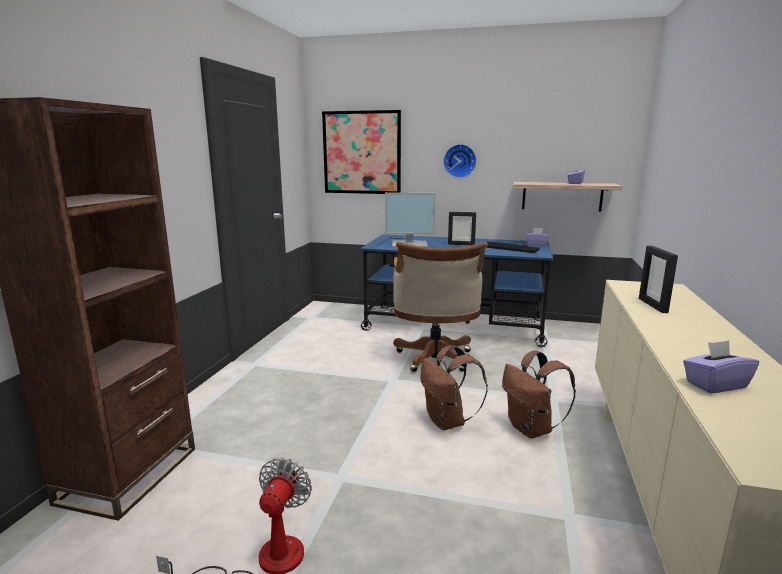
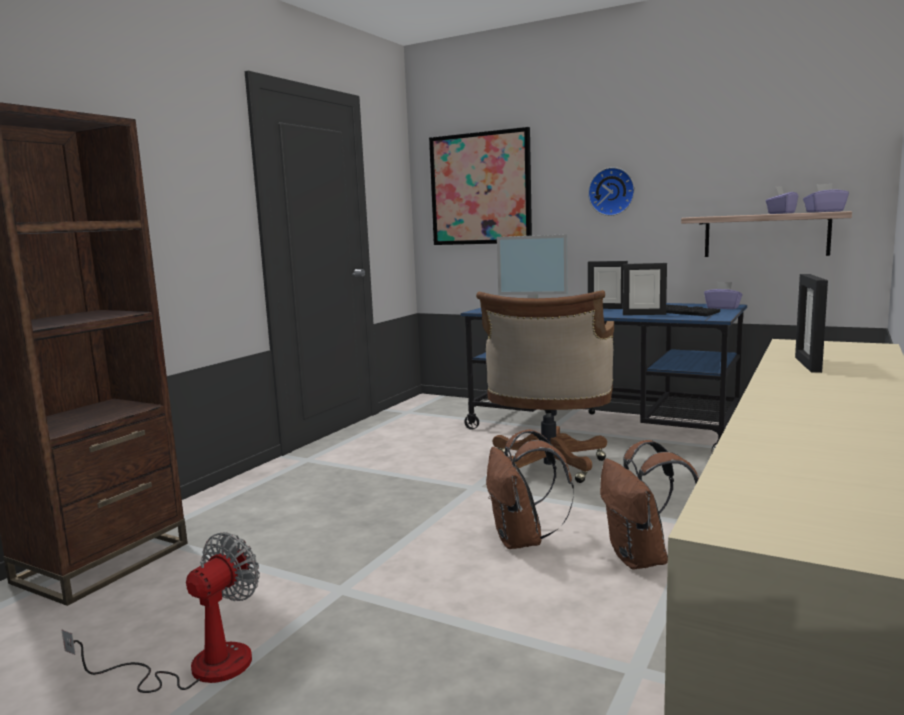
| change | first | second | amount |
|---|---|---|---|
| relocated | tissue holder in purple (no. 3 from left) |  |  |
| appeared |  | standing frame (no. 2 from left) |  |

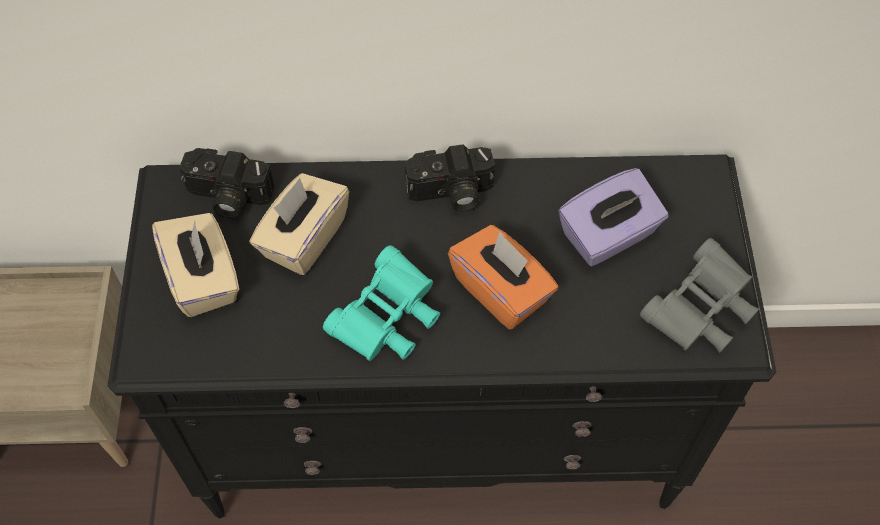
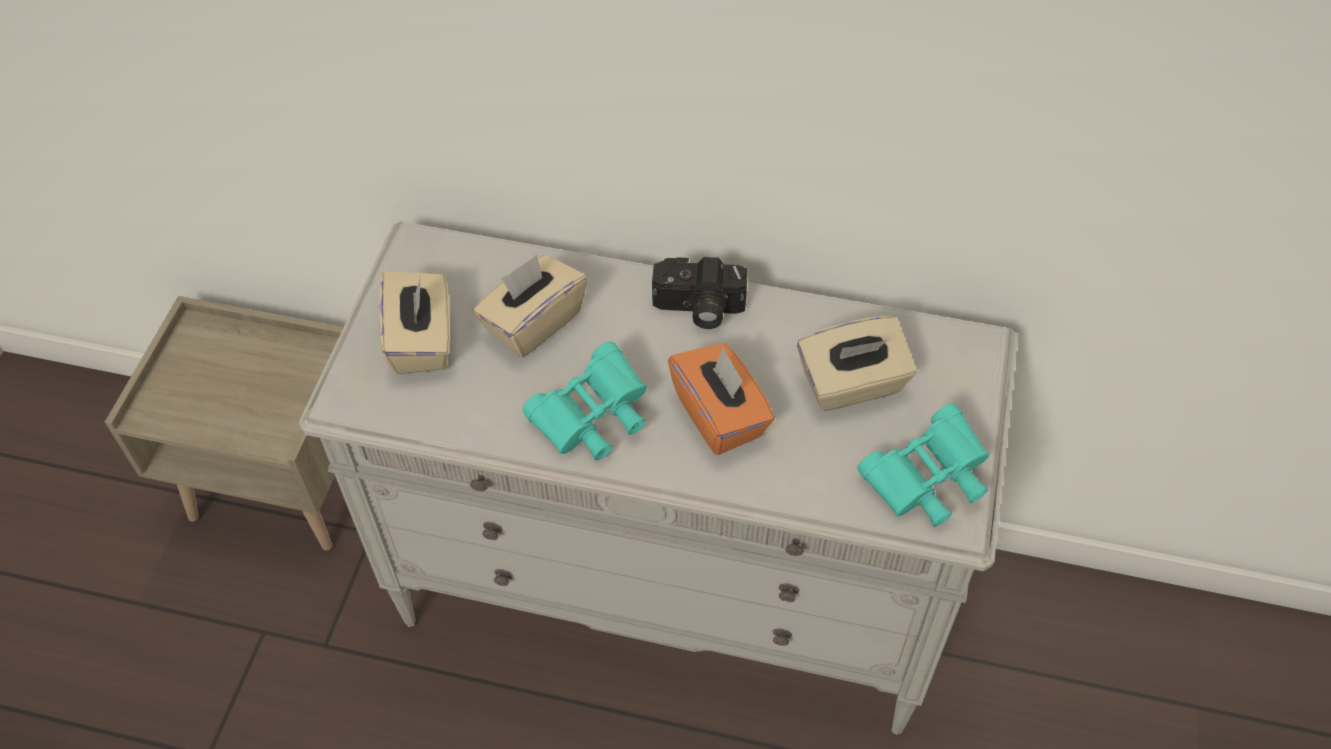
| change | first | second | amount |
|---|---|---|---|
| missing | photo camera (no. 1 from left) |  |  |
| colour | drawer chest in blackish | drawer chest in white-coloured |  |
| colour | tissue holder in purple | tissue holder in beige-coloured (no. 3 from left) |  |
| colour | field glasses in greyish | field glasses in turquoise-coloured (no. 2 from left) |  |

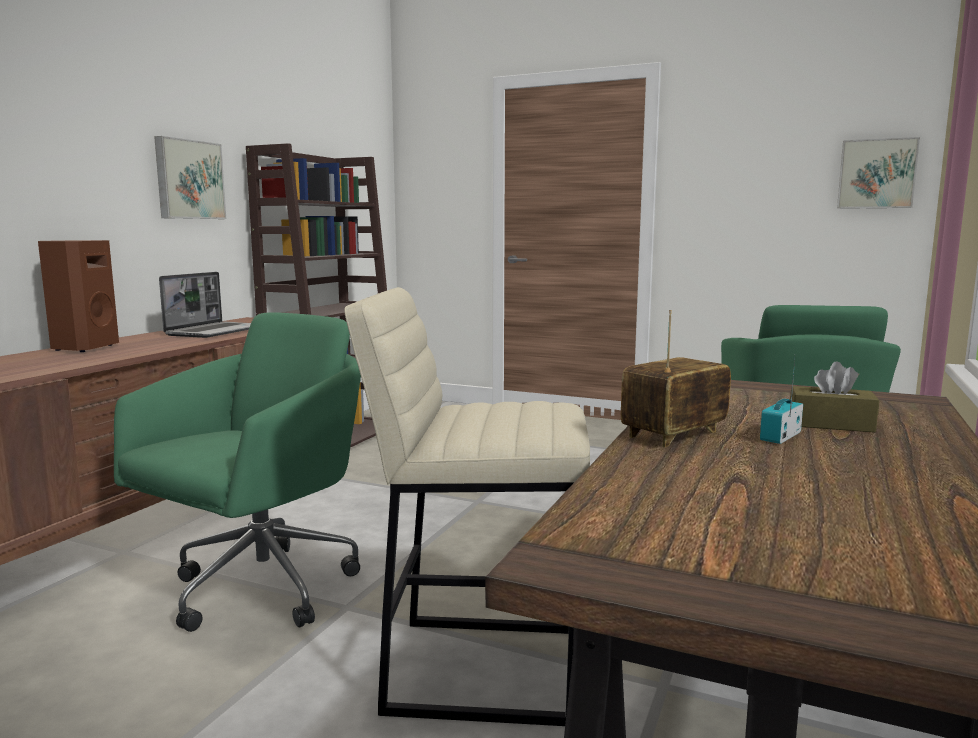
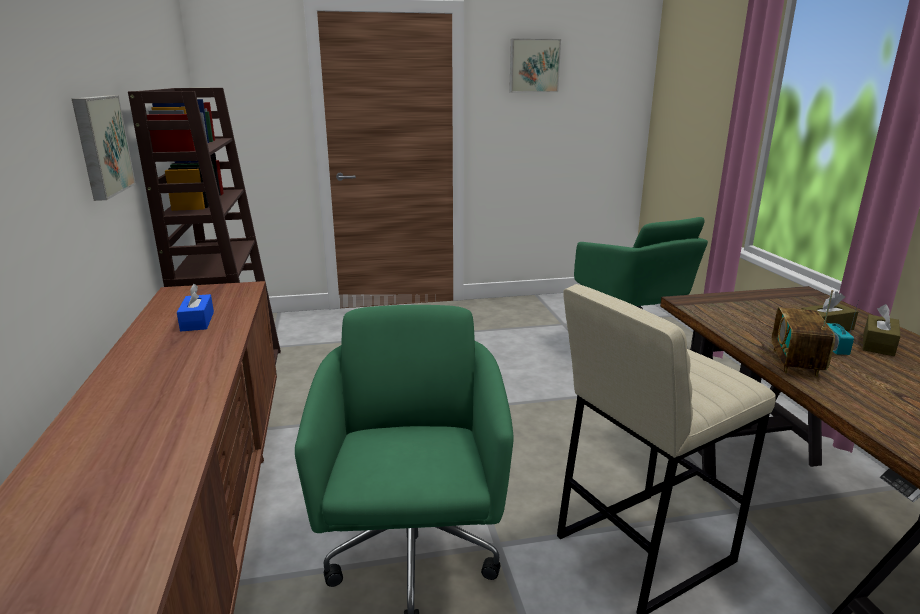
| change | first | second | amount |
|---|---|---|---|
| relocated | picture (no. 2 from left) |  |  |
| missing | speaker in brown |  |  |
| exchanged | laptop | tissue holder in blue-coloured |  |
| appeared |  | tissue holder in brown (no. 2 from left) |  |

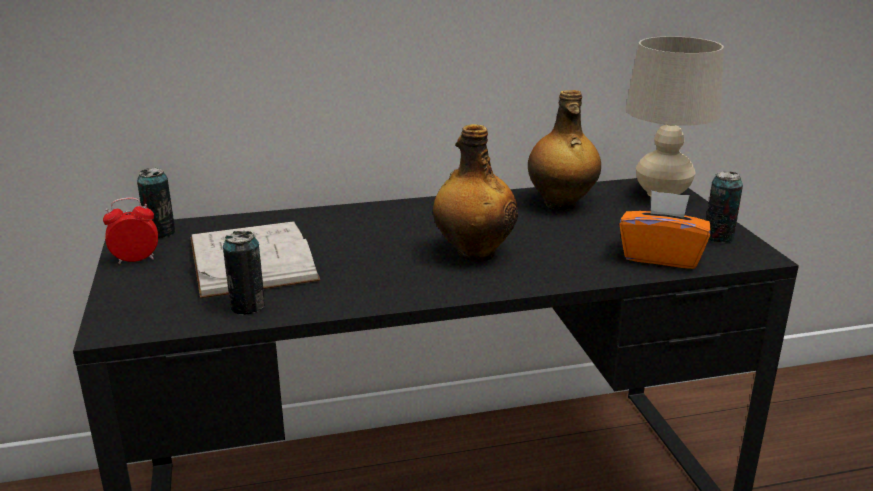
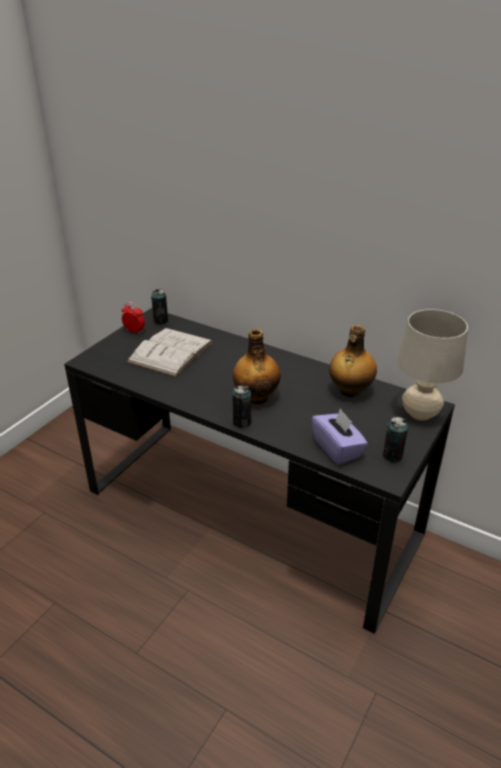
| change | first | second | amount |
|---|---|---|---|
| colour | tissue holder in orangey | tissue holder in purple |  |
| relocated | can (no. 2 from left) |  |  |

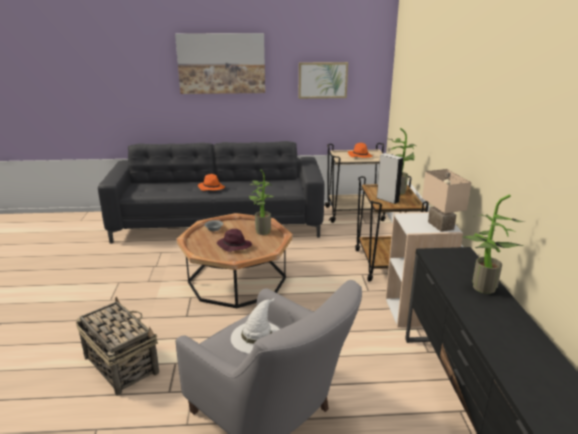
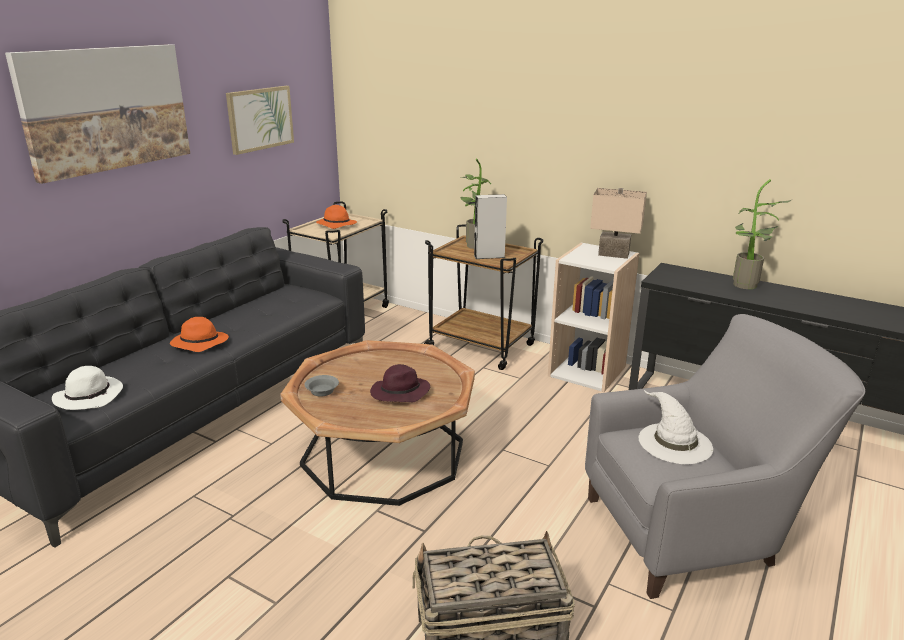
| change | first | second | amount |
|---|---|---|---|
| missing | houseplant (no. 1 from left) |  |  |
| appeared |  | clothing hat in white-coloured (no. 1 from left) |  |

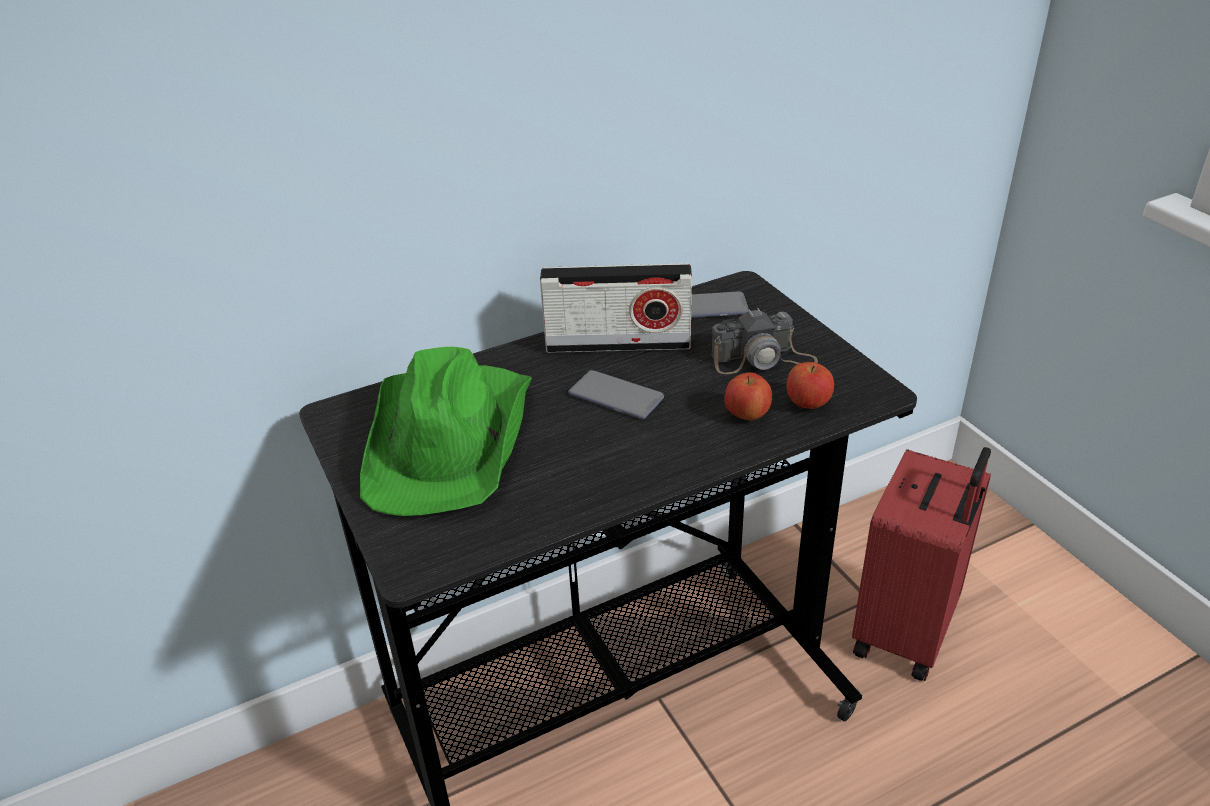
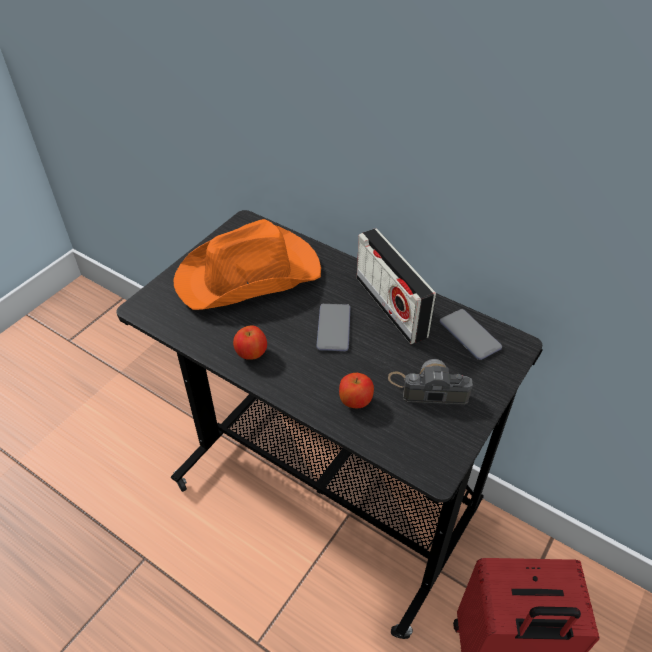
| change | first | second | amount |
|---|---|---|---|
| spun | photo camera |  | 135 degrees clockwise |
| colour | clothing hat in green | clothing hat in orangey |  |
| relocated | whole apple (no. 2 from left in the first image) | whole apple (no. 1 from left) |  |

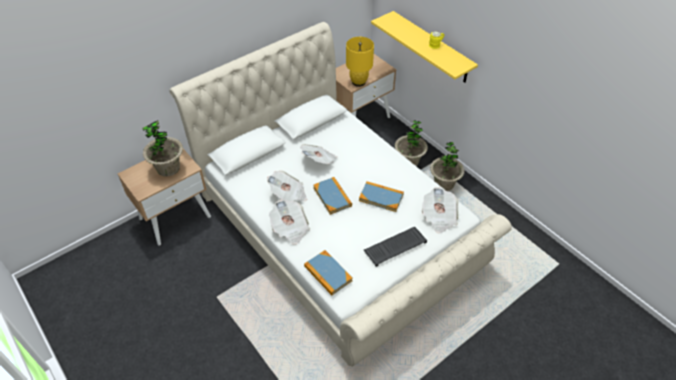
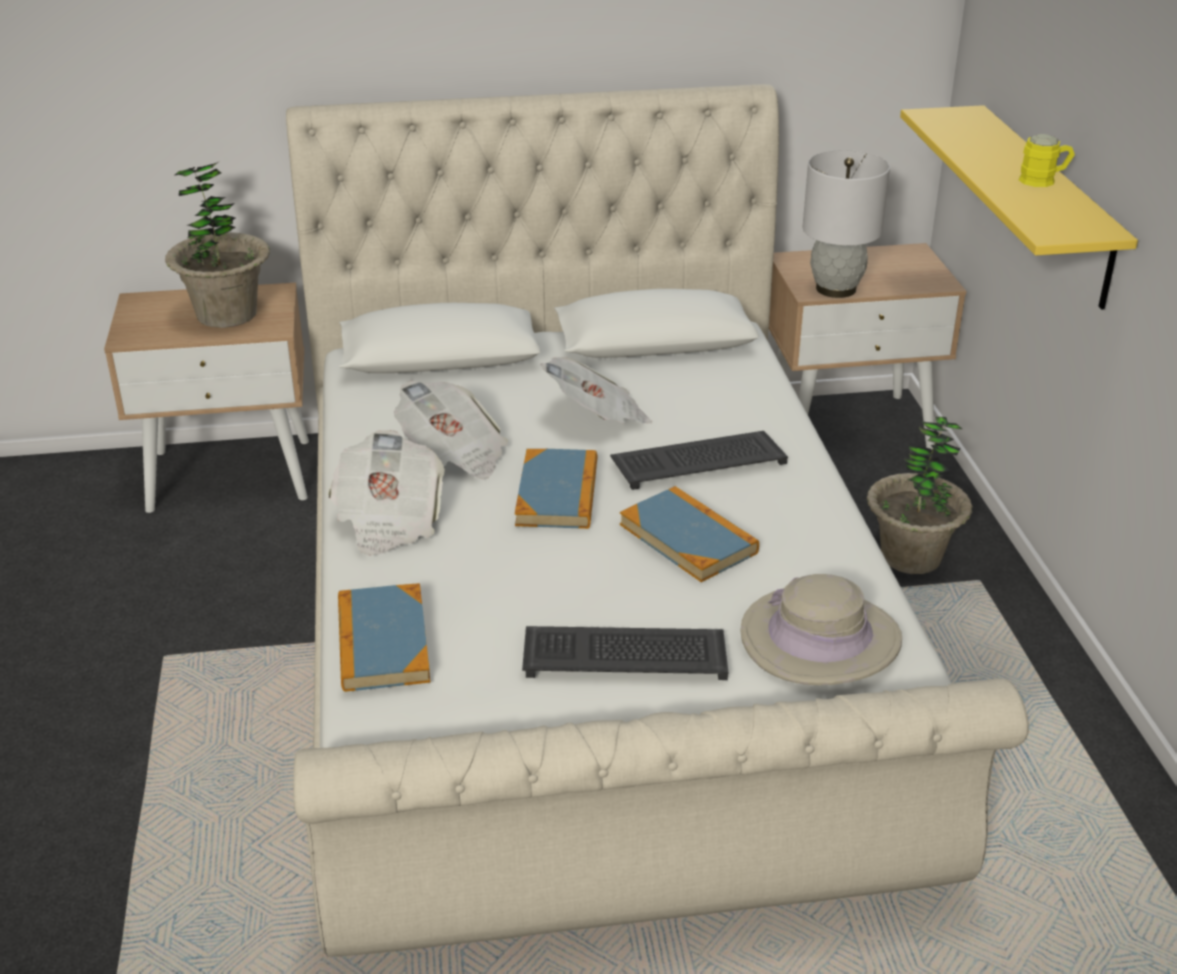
| change | first | second | amount |
|---|---|---|---|
| colour | tabletop lamp in yellowish | tabletop lamp in white-coloured |  |
| missing | houseplant (no. 3 from left) |  |  |
| exchanged | printed paper (no. 4 from left) | clothing hat in beige-coloured |  |
| appeared |  | computer keyboard (no. 2 from left) |  |

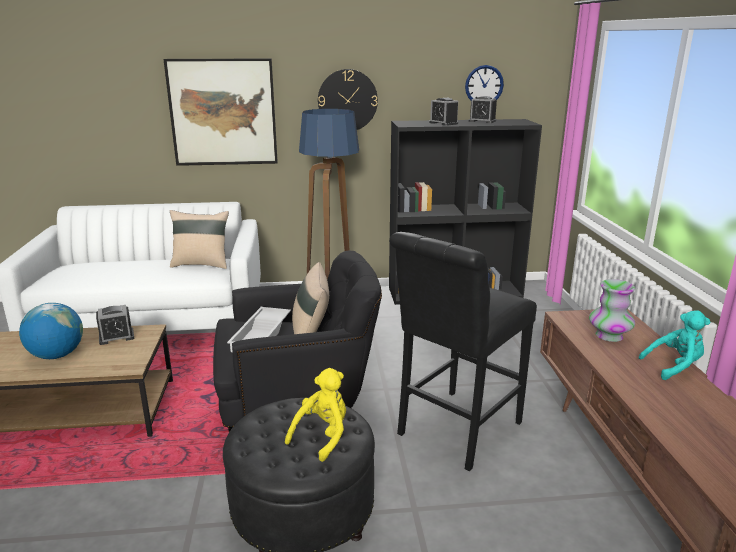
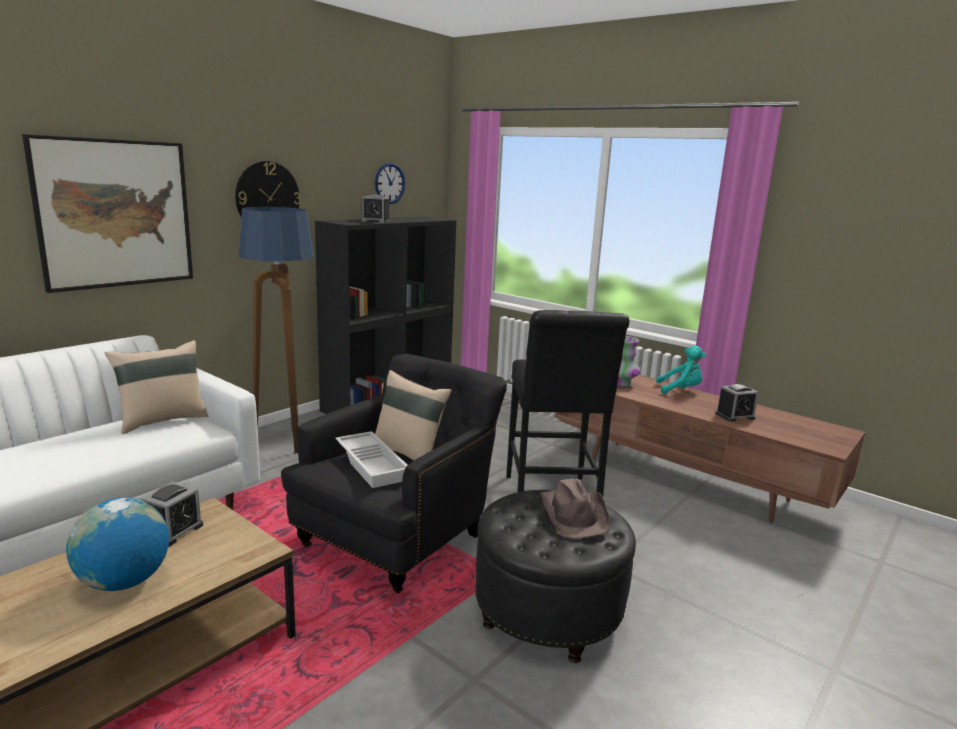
| change | first | second | amount |
|---|---|---|---|
| relocated | table clock (no. 3 from left) |  |  |
| spun | soft toy in turquoise-coloured |  | 60 degrees clockwise |
| exchanged | soft toy in yellowish | clothing hat in brown |  |

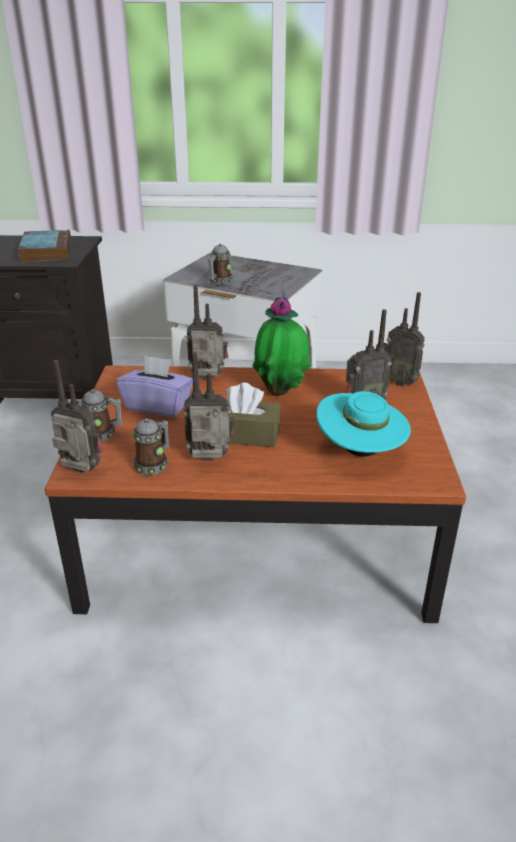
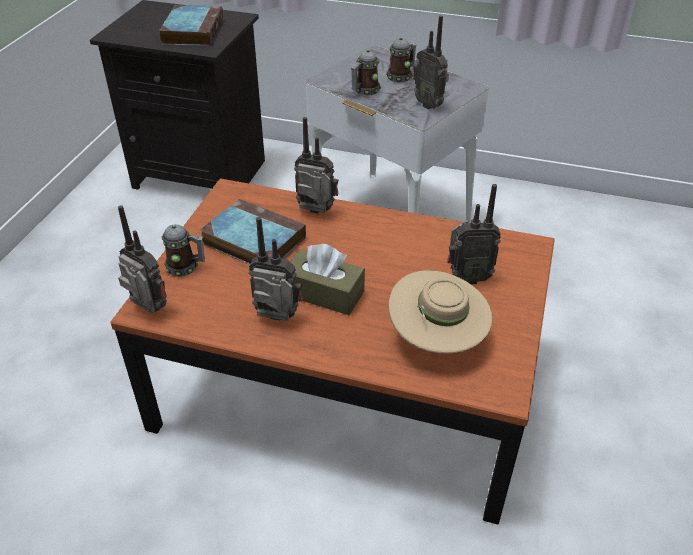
| change | first | second | amount |
|---|---|---|---|
| relocated | radio set (no. 5 from left in the first image) | radio set (no. 4 from left) |  |
| missing | houseplant |  |  |
| exchanged | tissue holder in purple | book (no. 2 from left) |  |
| colour | clothing hat in turquoise-coloured | clothing hat in beige-coloured |  |
| relocated | tea mug (no. 2 from left in the first image) | tea mug (no. 3 from left) |  |

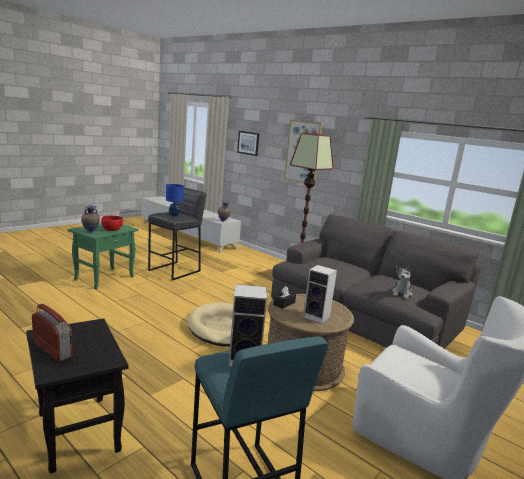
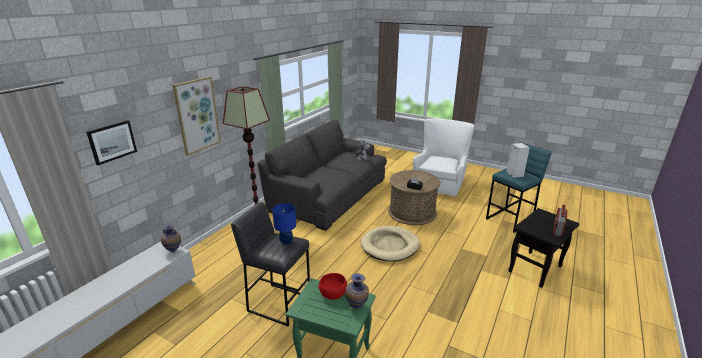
| change | first | second | amount |
|---|---|---|---|
| missing | speaker (no. 2 from left) |  |  |

